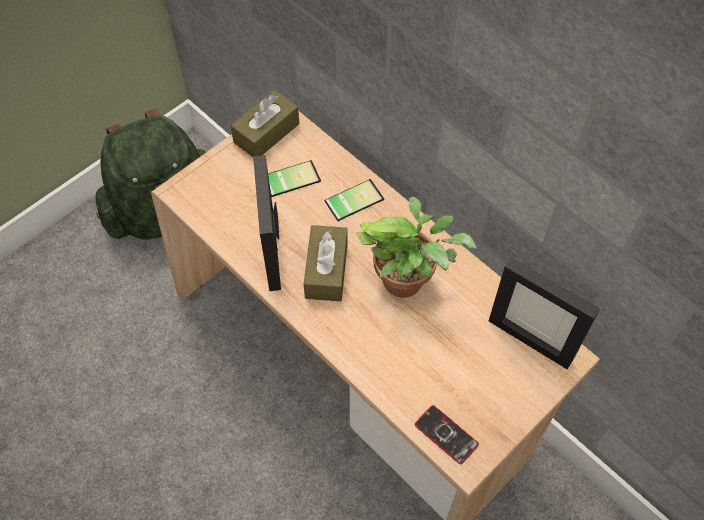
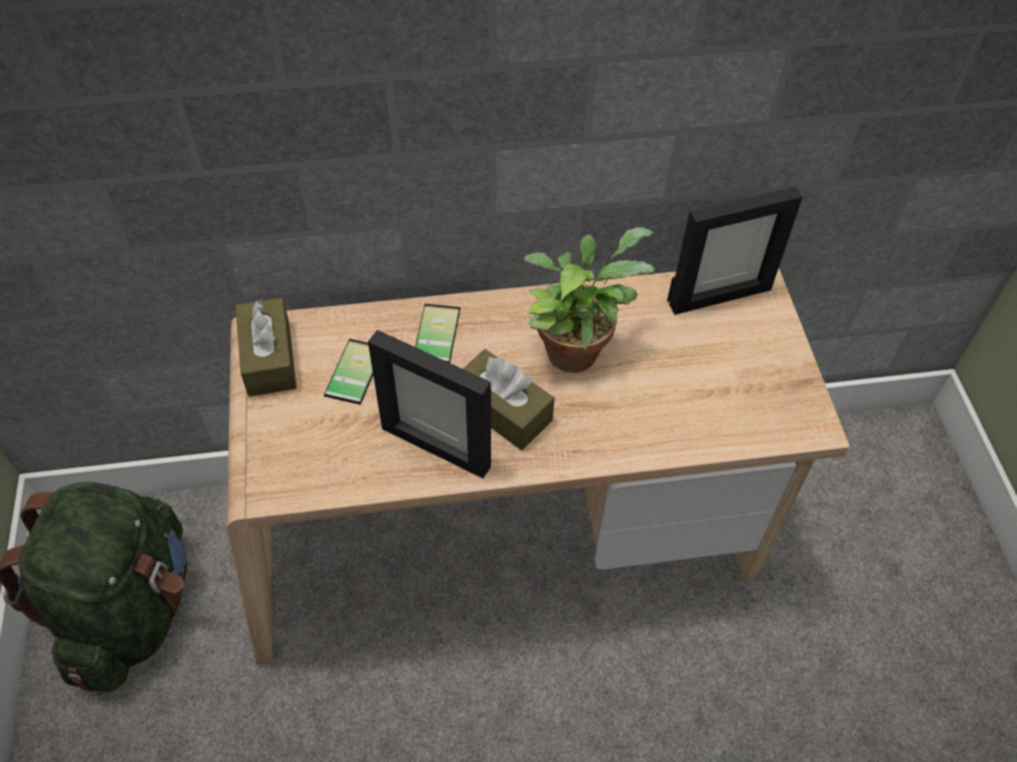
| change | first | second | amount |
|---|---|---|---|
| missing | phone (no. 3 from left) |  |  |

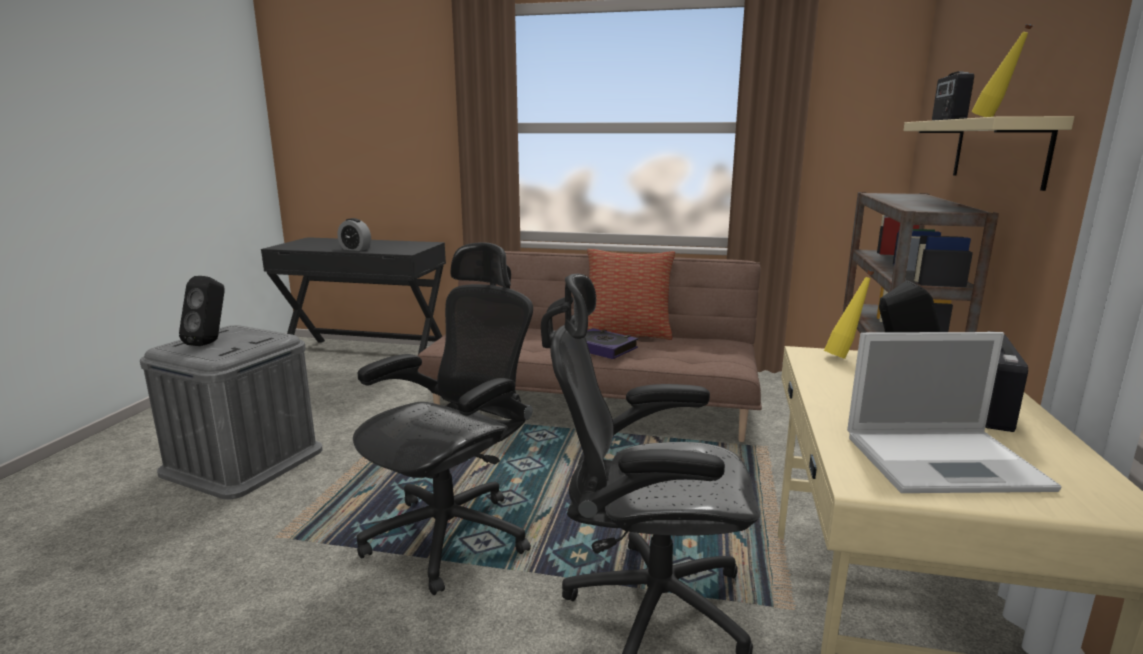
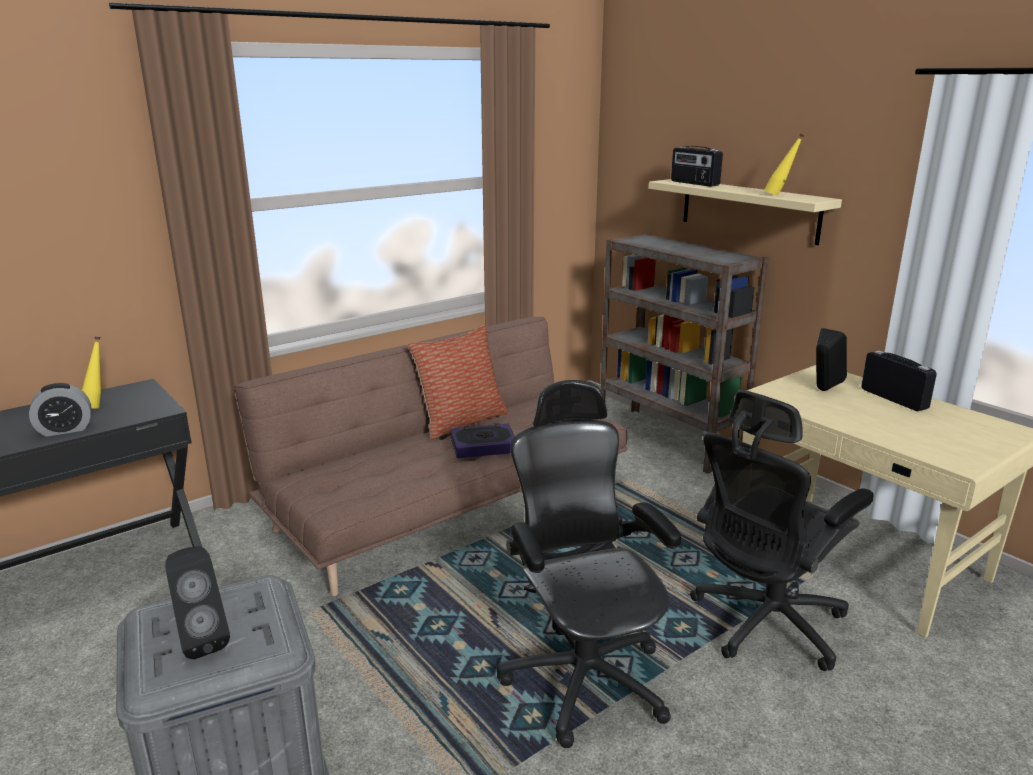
| change | first | second | amount |
|---|---|---|---|
| relocated | beverage bottle in yellowish (no. 1 from left) |  |  |
| missing | laptop |  |  |

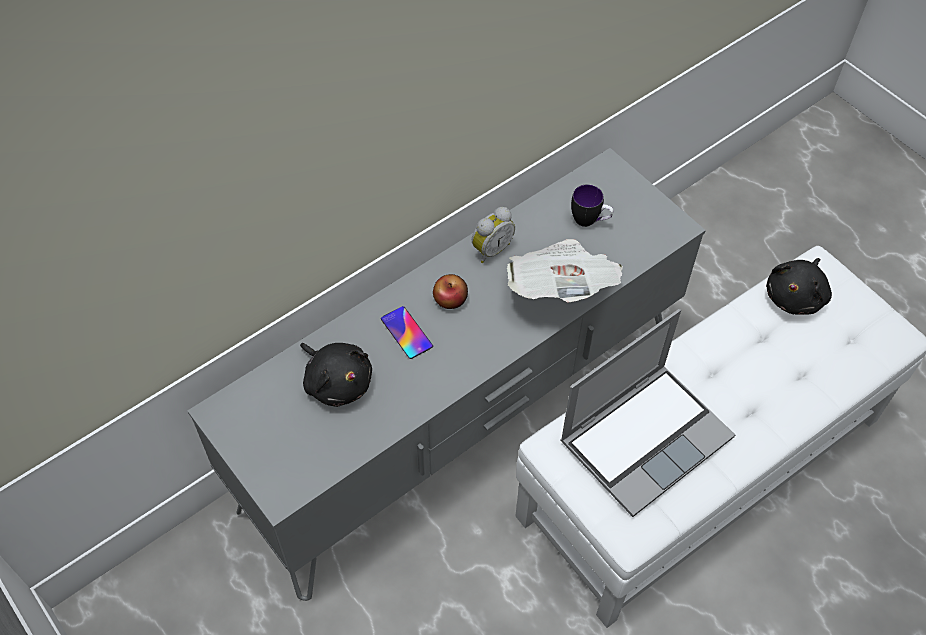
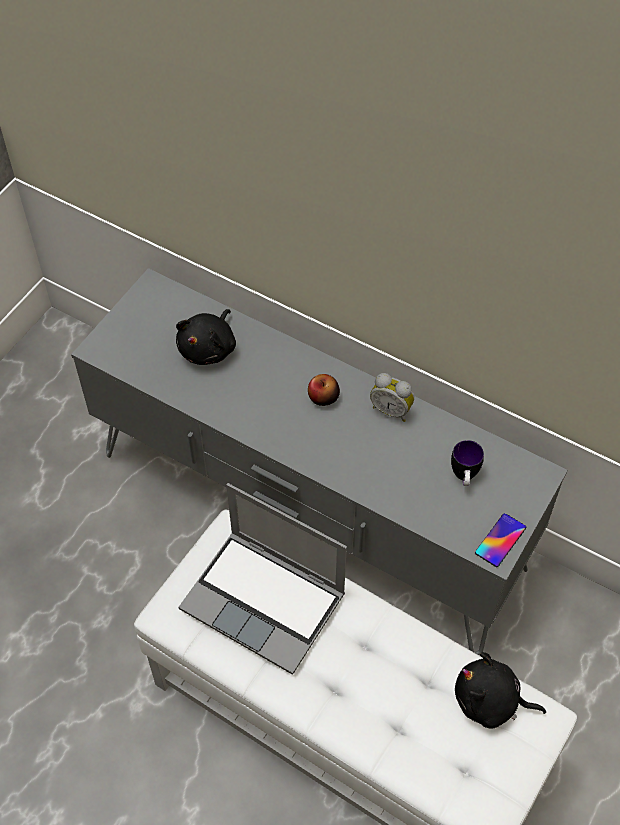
| change | first | second | amount |
|---|---|---|---|
| missing | printed paper |  |  |
| relocated | phone |  |  |

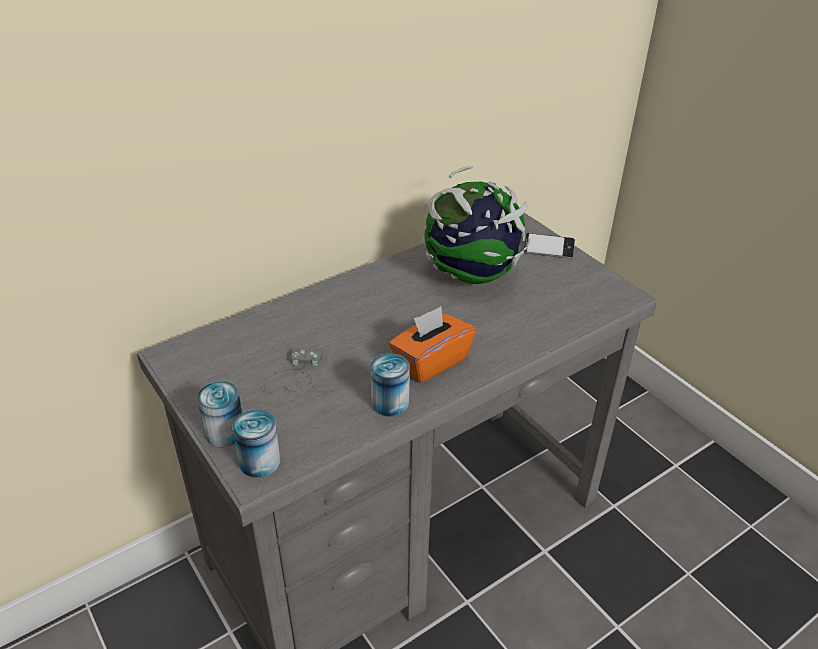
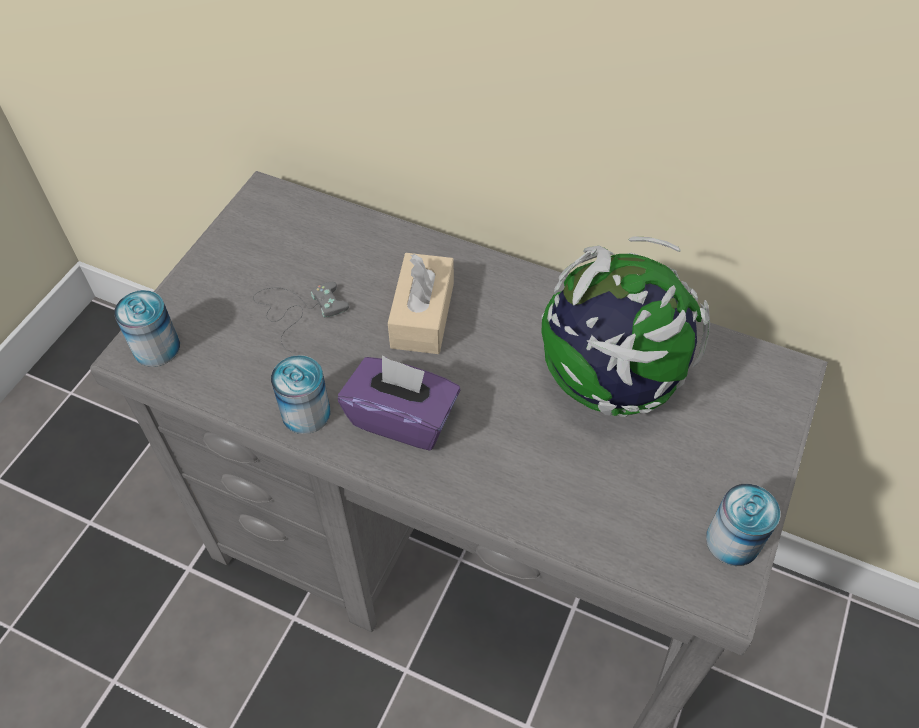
| change | first | second | amount |
|---|---|---|---|
| missing | phone |  |  |
| colour | tissue holder in orangey | tissue holder in purple |  |
| relocated | can (no. 1 from left in the first image) | can (no. 3 from left) |  |
| appeared |  | tissue holder in beige-coloured |  |

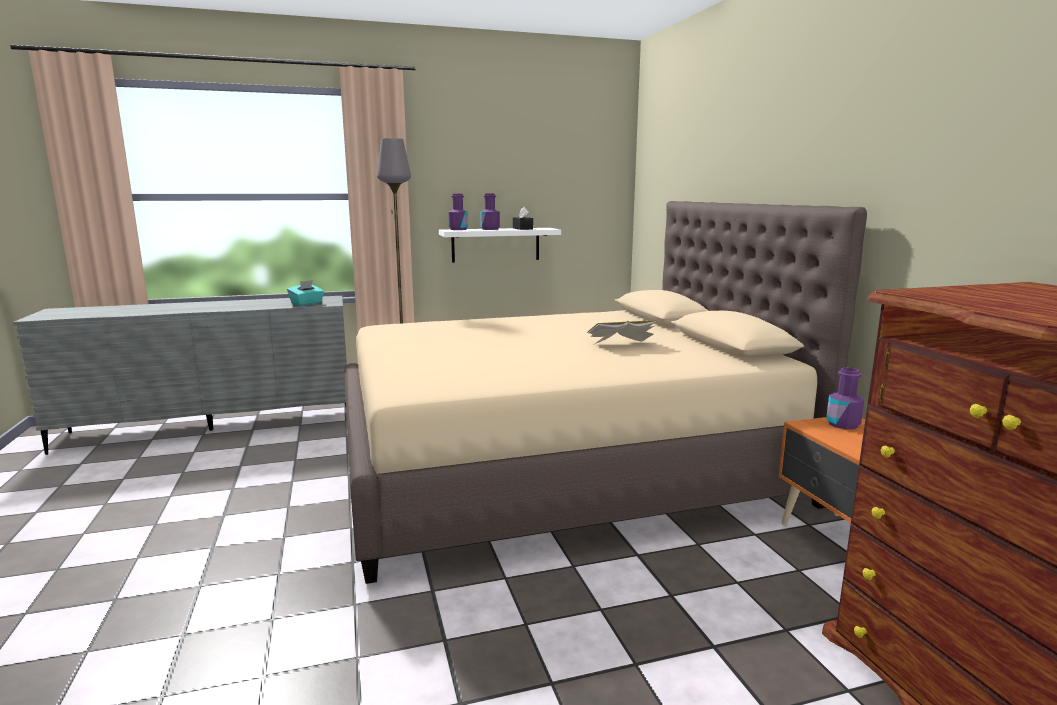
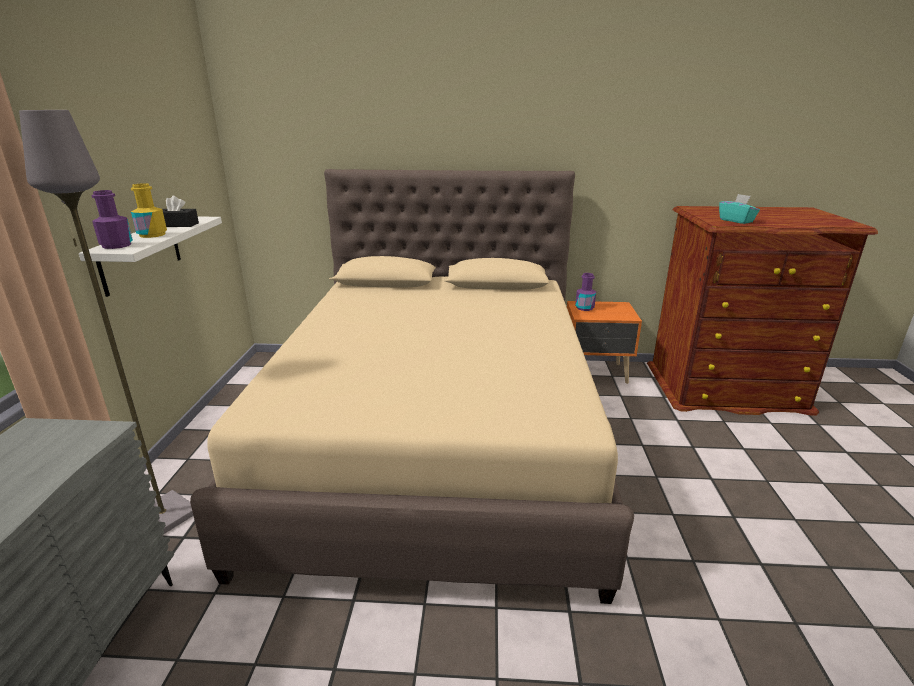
| change | first | second | amount |
|---|---|---|---|
| colour | beverage bottle in purple (no. 2 from left) | beverage bottle in yellowish |  |
| relocated | tissue holder in turquoise-coloured |  |  |
| missing | book |  |  |

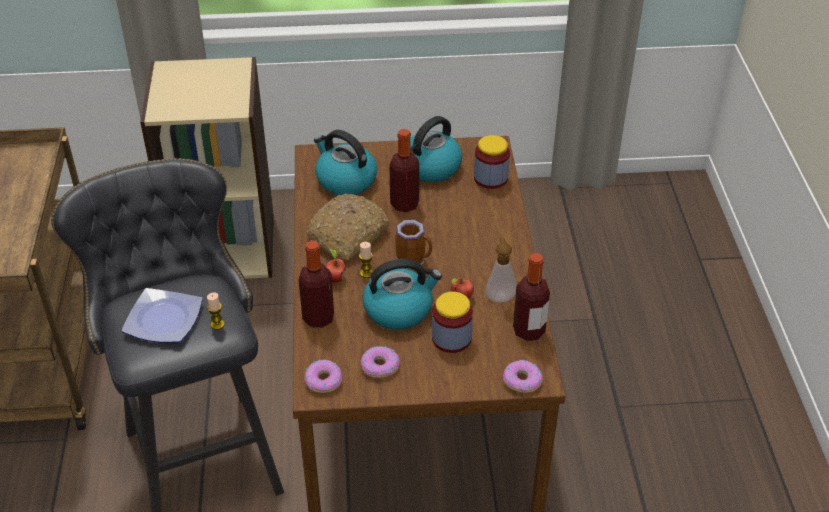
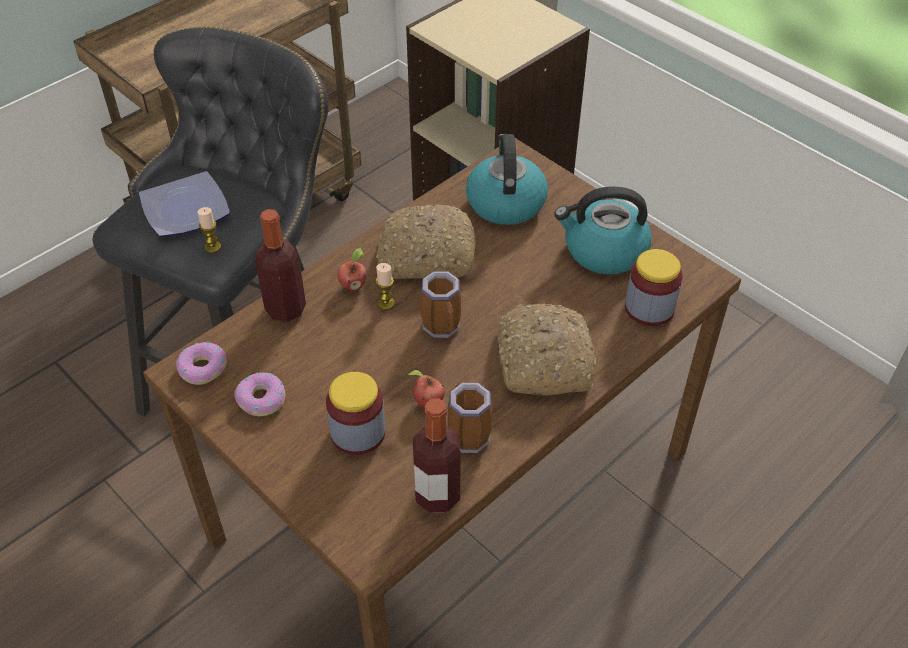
| change | first | second | amount |
|---|---|---|---|
| missing | beverage bottle (no. 2 from left) |  |  |
| exchanged | soap bottle | tea mug (no. 2 from left) |  |
| missing | kettle (no. 2 from left) |  |  |
| missing | donut (no. 3 from left) |  |  |
| appeared |  | baked bread (no. 2 from left) |  |

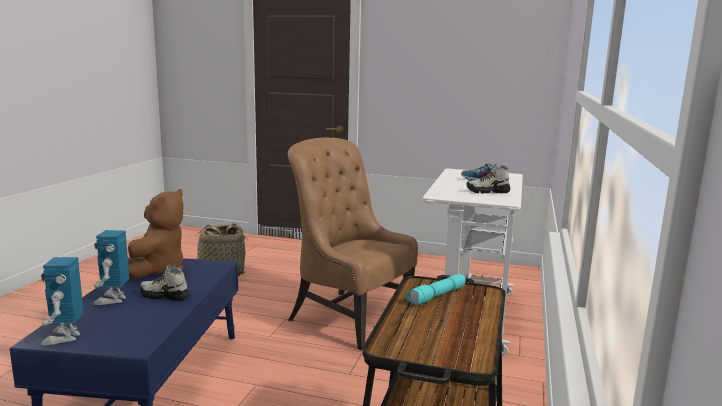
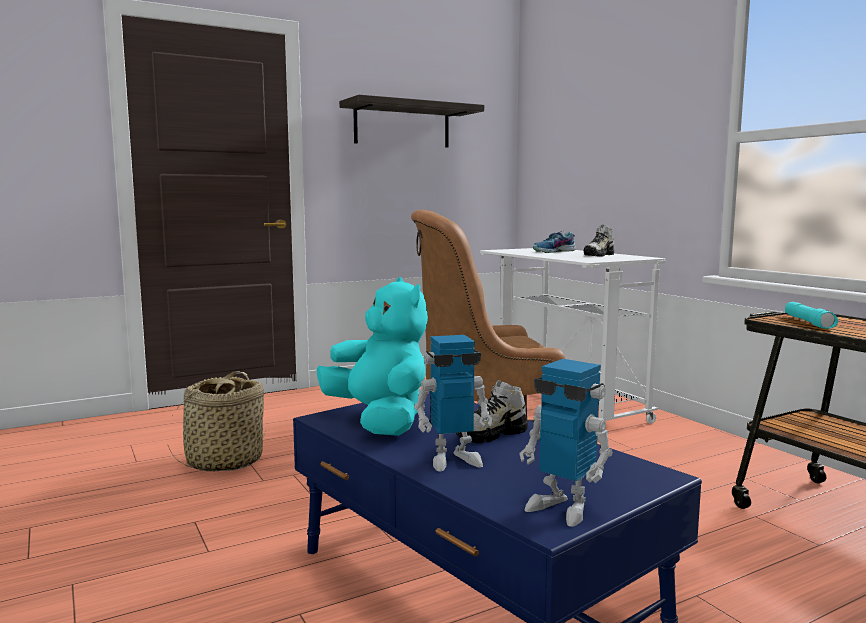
| change | first | second | amount |
|---|---|---|---|
| colour | soft toy in brown | soft toy in turquoise-coloured |  |
| spun | robot figure (no. 2 from left in the first image) | robot figure (no. 1 from left) | 60 degrees counterclockwise |
| appeared |  | bracket shelf |  |

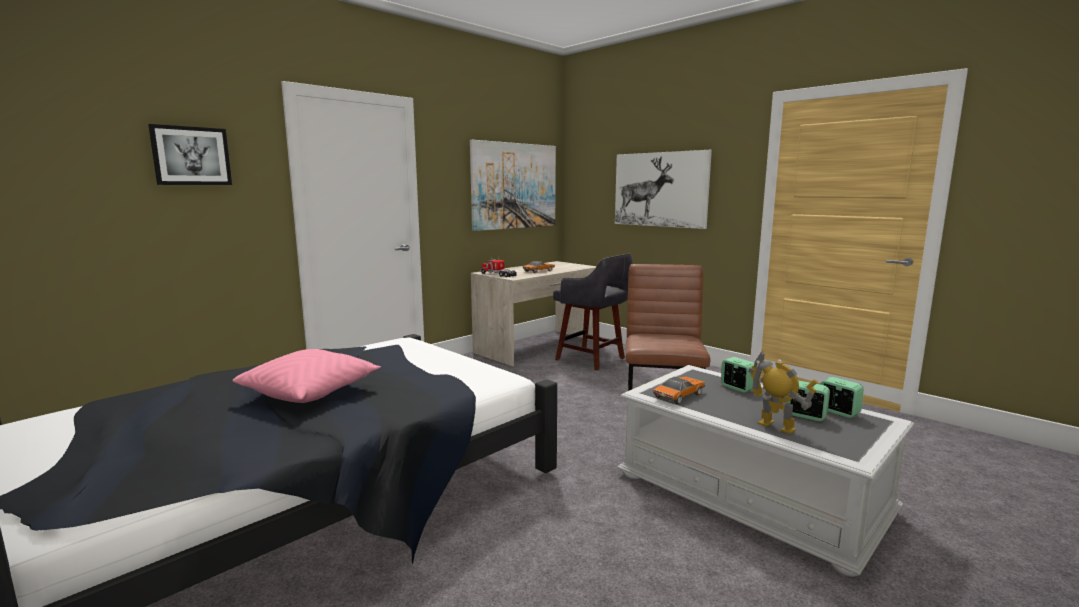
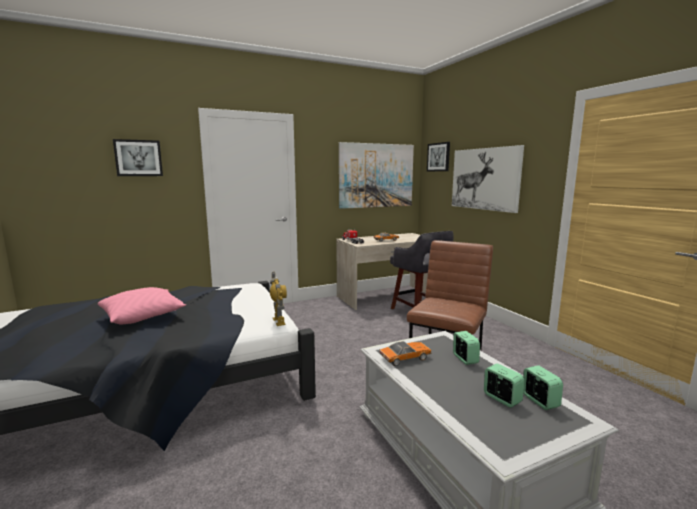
| change | first | second | amount |
|---|---|---|---|
| relocated | robot figure |  |  |
| appeared |  | picture (no. 3 from left) |  |

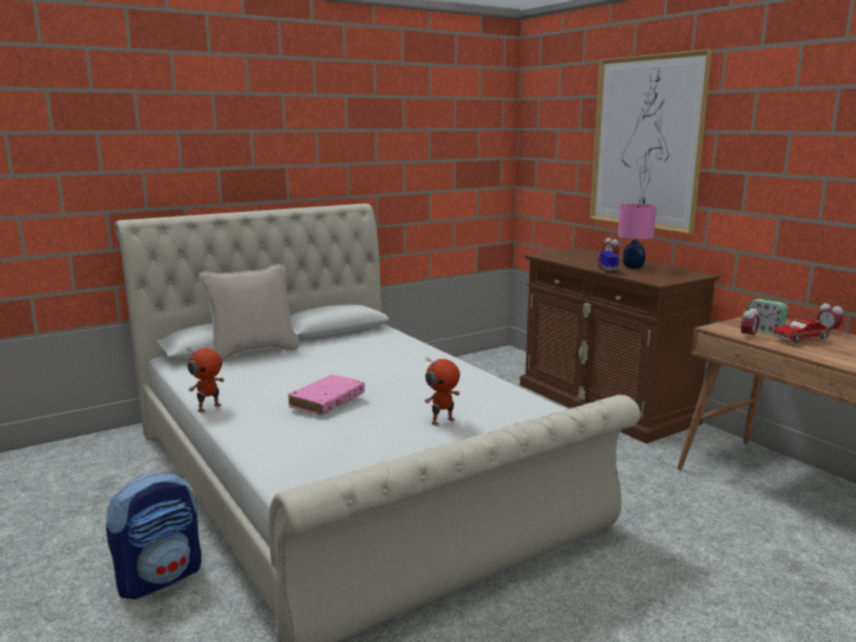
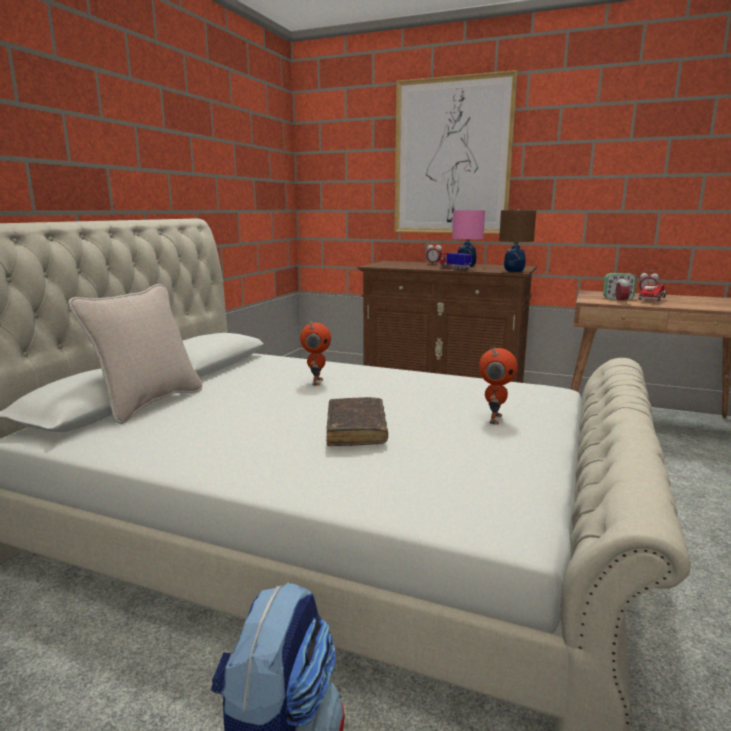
| change | first | second | amount |
|---|---|---|---|
| relocated | robot figure (no. 1 from left) |  |  |
| colour | book in pink | book in brown |  |
| appeared |  | tabletop lamp in brown |  |

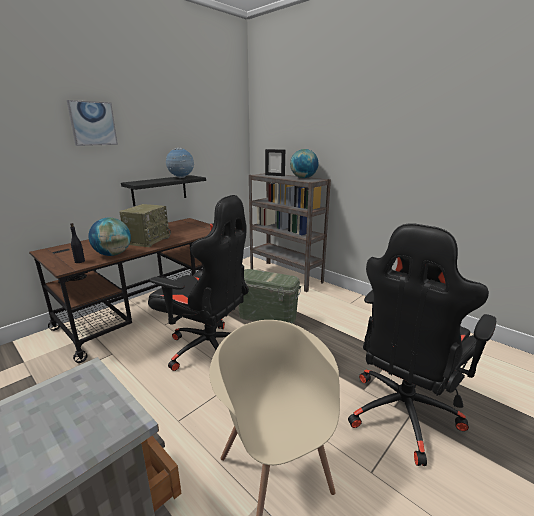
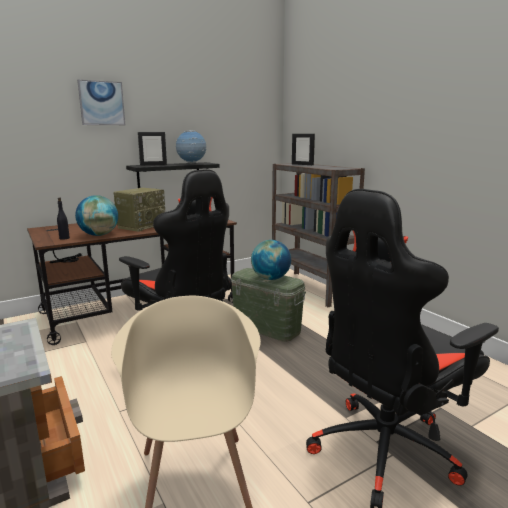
| change | first | second | amount |
|---|---|---|---|
| relocated | world globe (no. 3 from left) |  |  |
| appeared |  | standing frame (no. 1 from left) |  |

